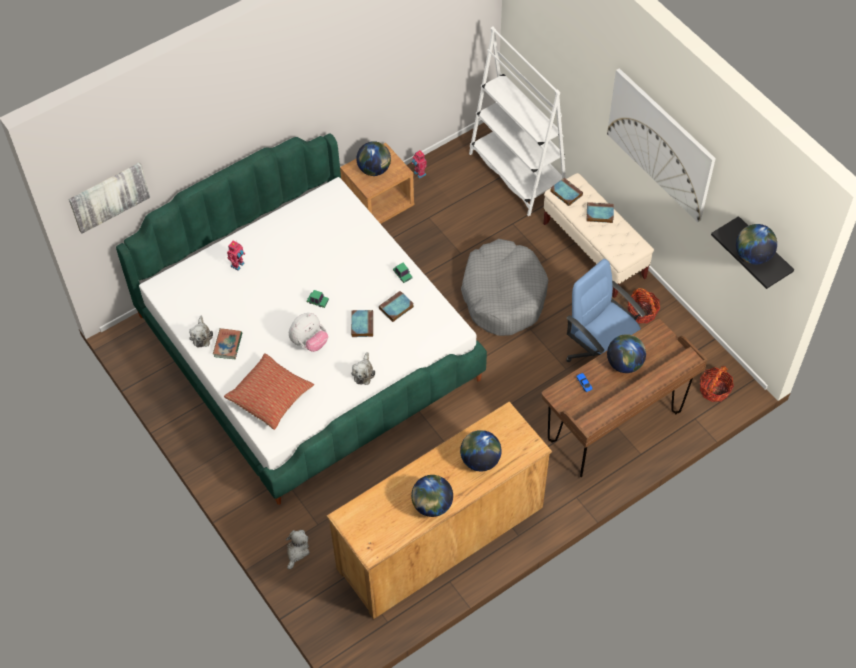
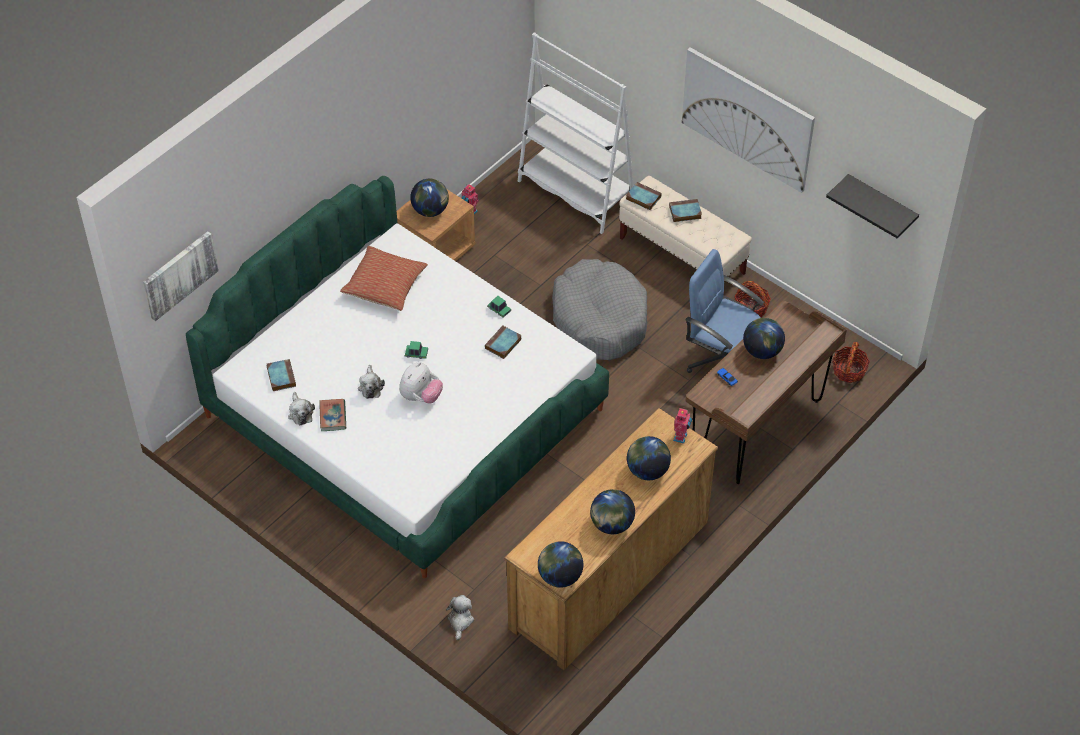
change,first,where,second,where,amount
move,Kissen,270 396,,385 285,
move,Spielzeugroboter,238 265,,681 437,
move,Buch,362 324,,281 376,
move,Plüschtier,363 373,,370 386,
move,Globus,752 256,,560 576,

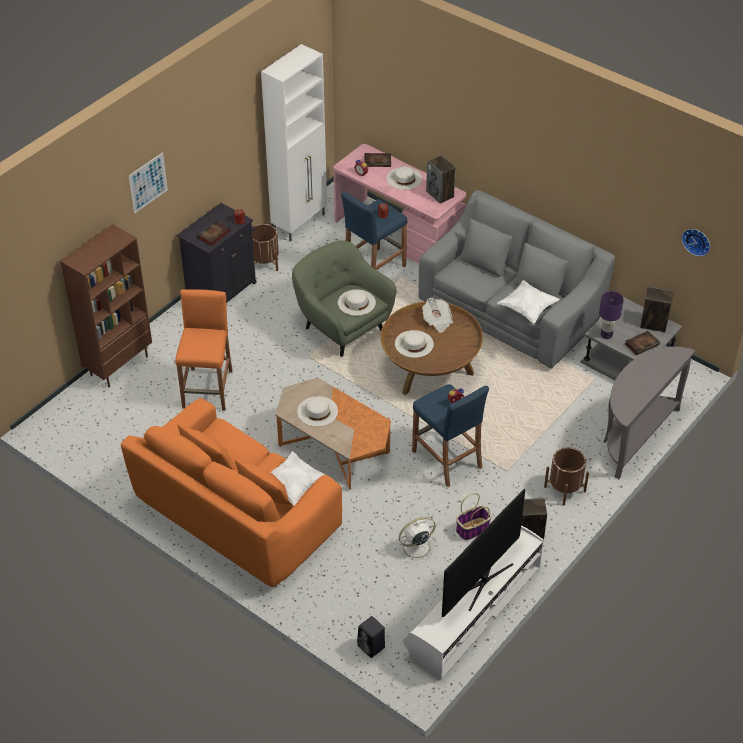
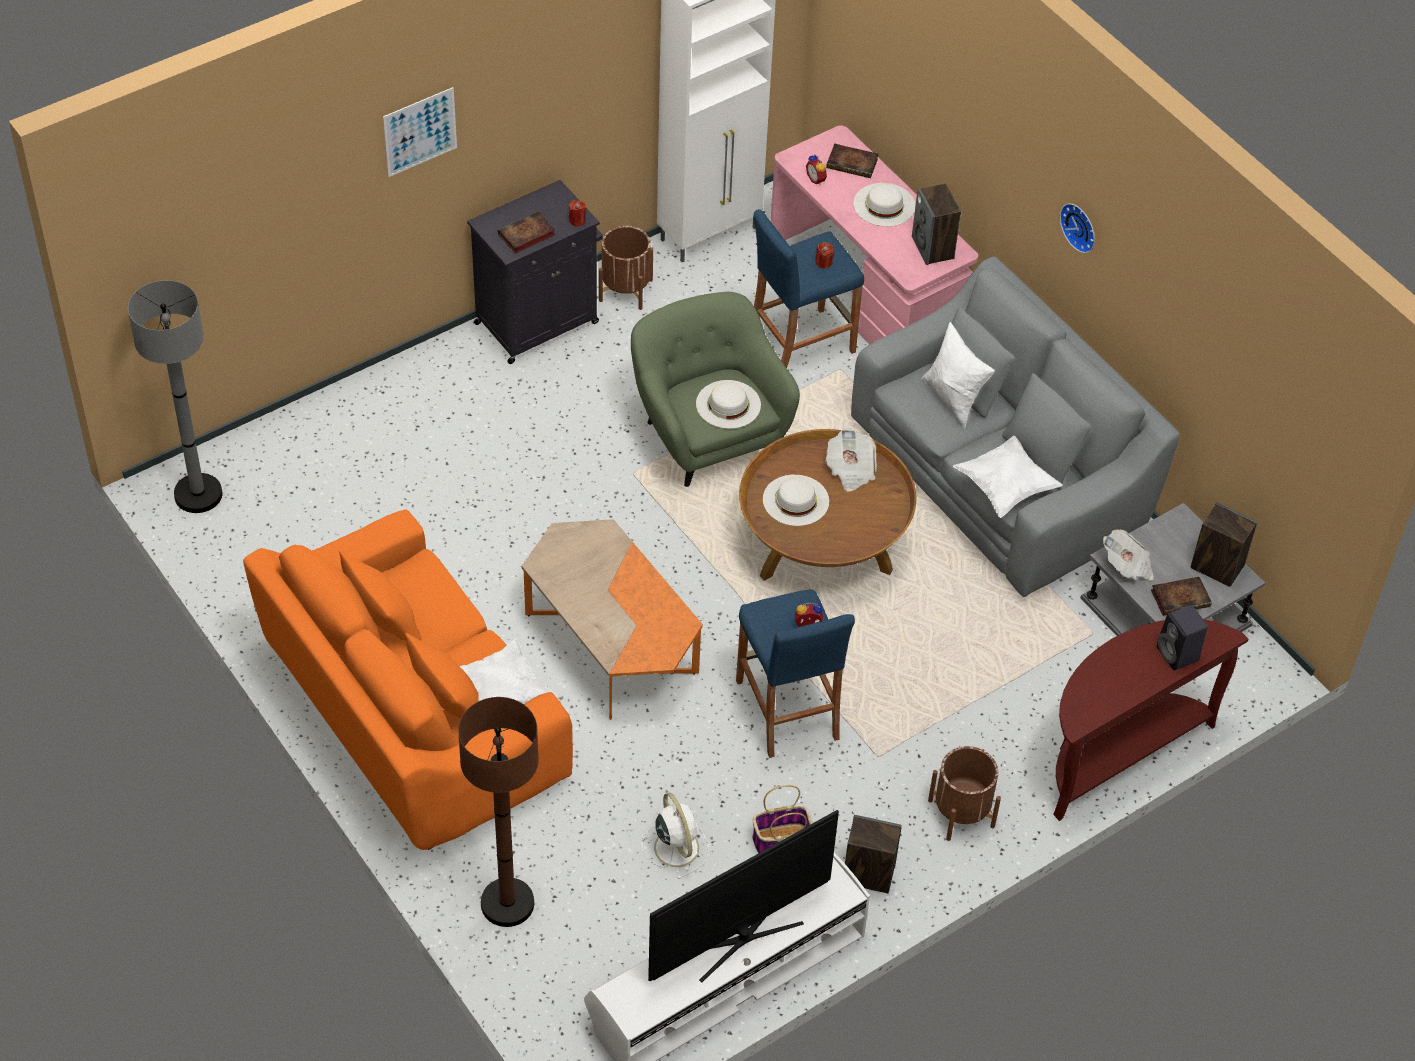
change,first,where,second,where,amount
delete,Bücherregal (braun),119 365,,,
delete,Hocker (orange),208 389,,,
delete,Hut (weiß),317 411,,,
insert,,,Stehlampe (grau),198 494,
insert,,,Stehlampe (braun),507 903,
insert,,,Kissen (weiß),953 399,
move,Lautsprecher (schwarz),372 647,,1178 655,
move,Wanduhr,697 241,,1080 226,
replace,Tischlampe (lila),606 335,Zeitung,1127 566,
recolor,Konsolentisch (grau),635 436,Konsolentisch (braun),1118 752,
rotate,Ventilator (weiß),415 547,,675 846,75 degrees clockwise

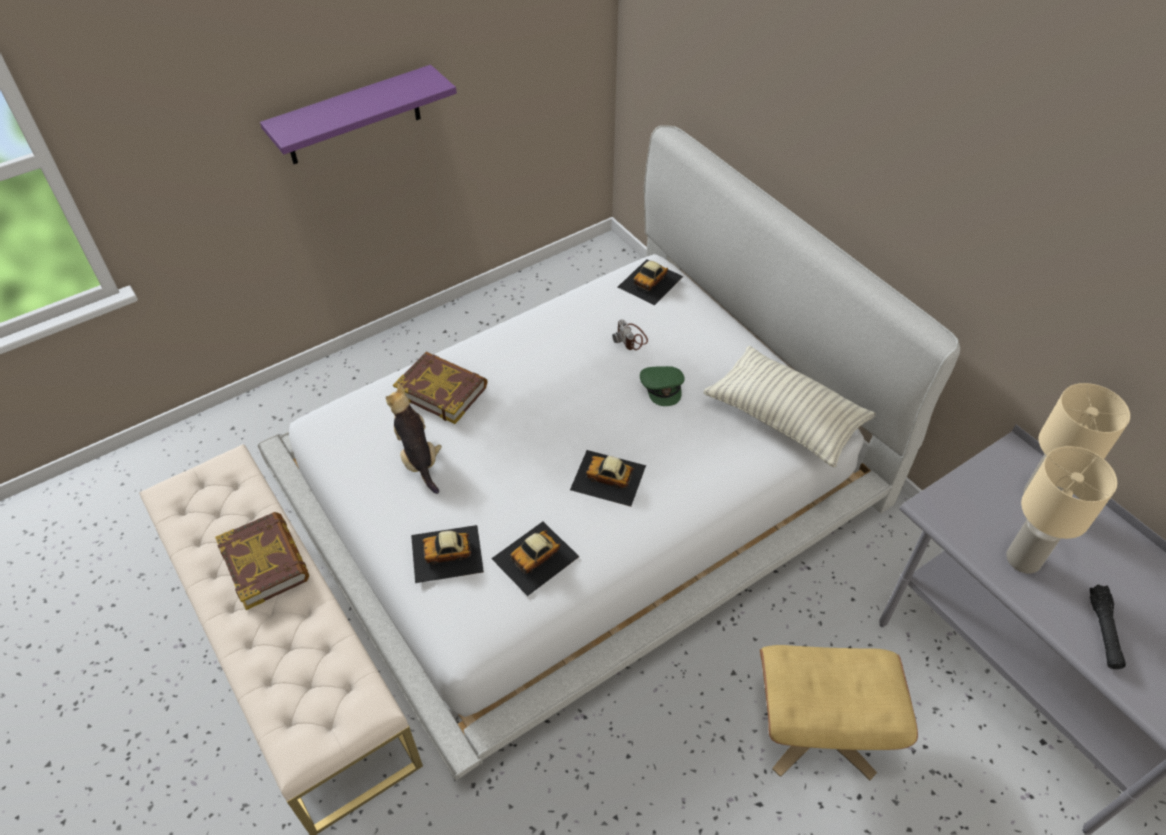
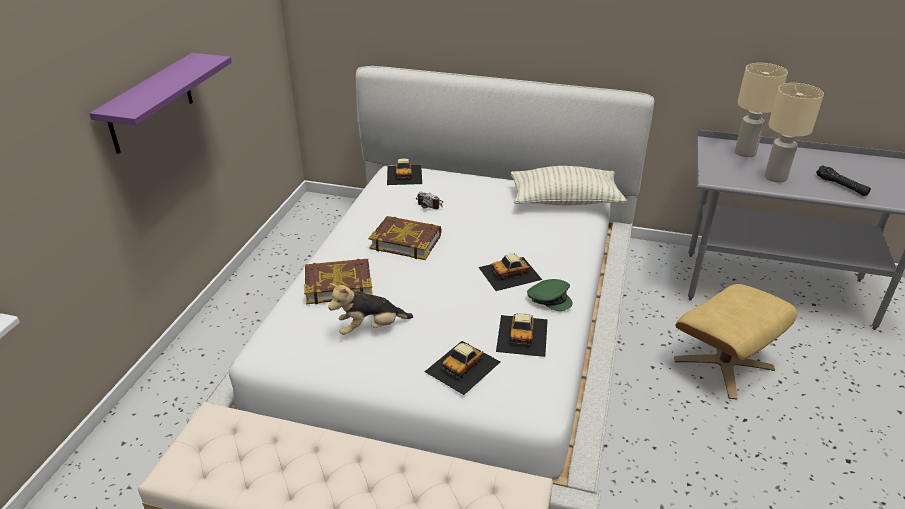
change,first,where,second,where,amount
move,Buch,265 563,,406 241,
move,Kappe (grün),662 387,,549 299,
rotate,Plüschtier,418 457,,370 328,45 degrees counterclockwise

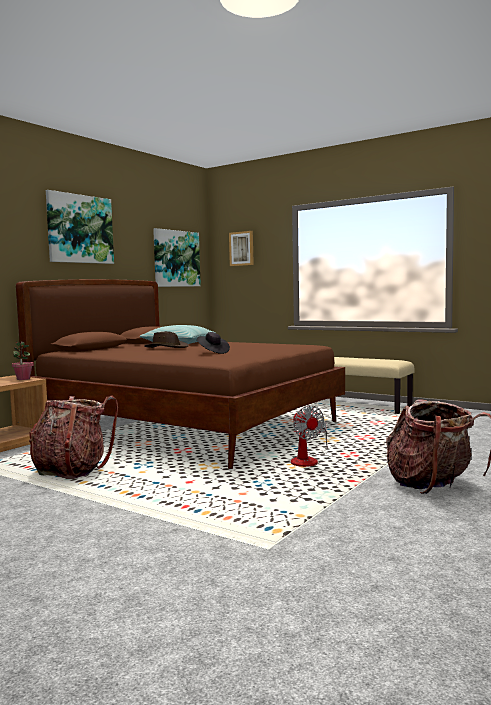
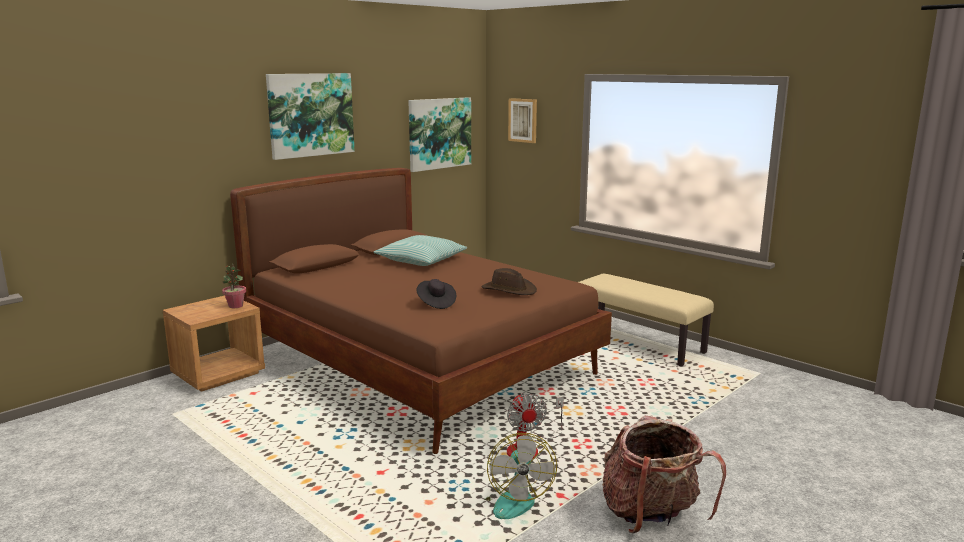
change,first,where,second,where,amount
delete,Rucksack,72 470,,,
insert,,,Ventilator,512 499,
move,Hut (braun),166 347,,509 290,

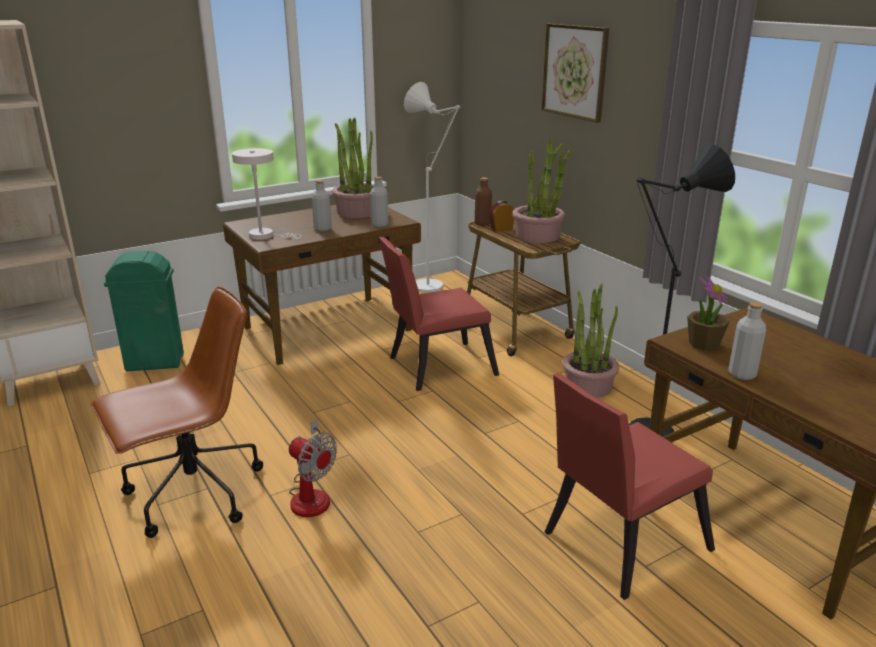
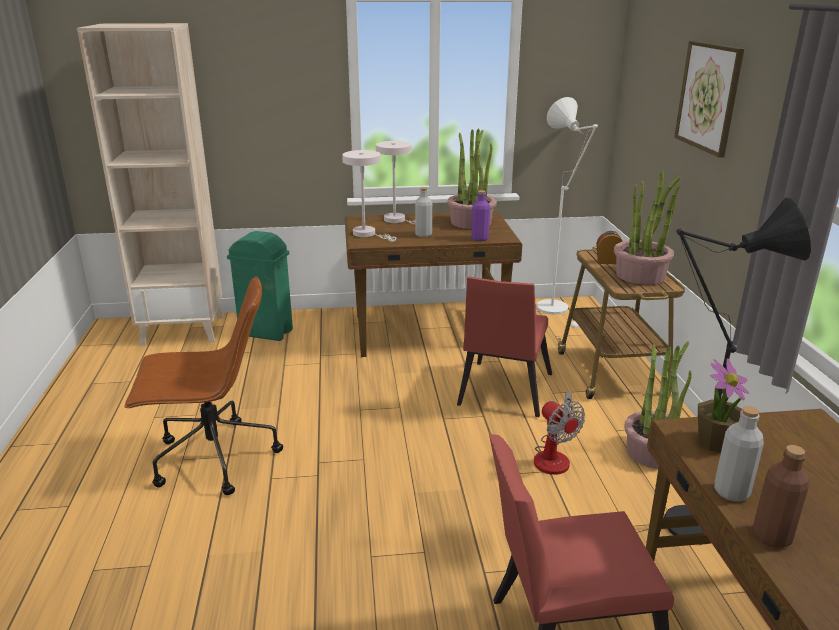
change,first,where,second,where,amount
insert,,,Tischlampe (weiß),398 220,
move,Ventilator,312 494,,554 455,
move,Flasche (braun),482 223,,771 536,
recolor,Flasche (grau),379 225,Flasche (lila),480 238,
rotate,Stuhl (rot),435 367,,502 392,75 degrees counterclockwise

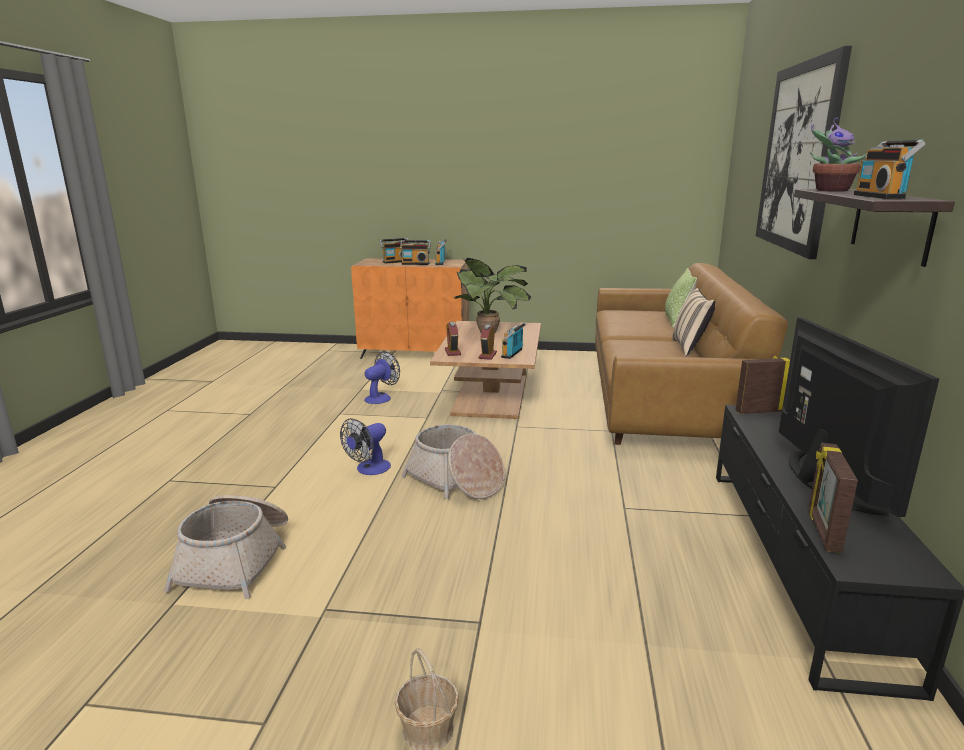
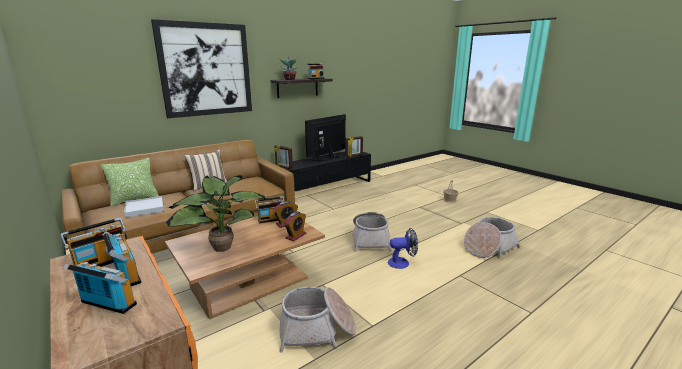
change,first,where,second,where,amount
insert,,,Tablett (weiß),145 208,
replace,Ventilator,381 397,Korb,317 330,

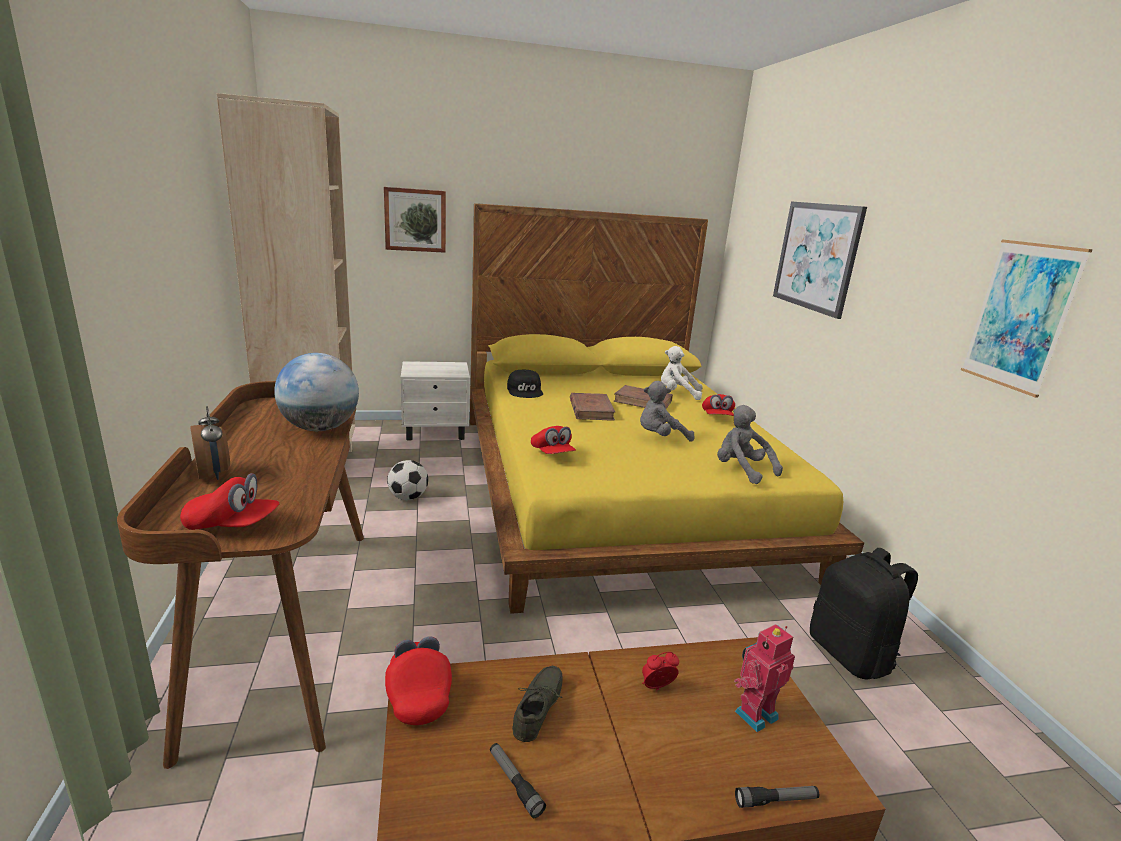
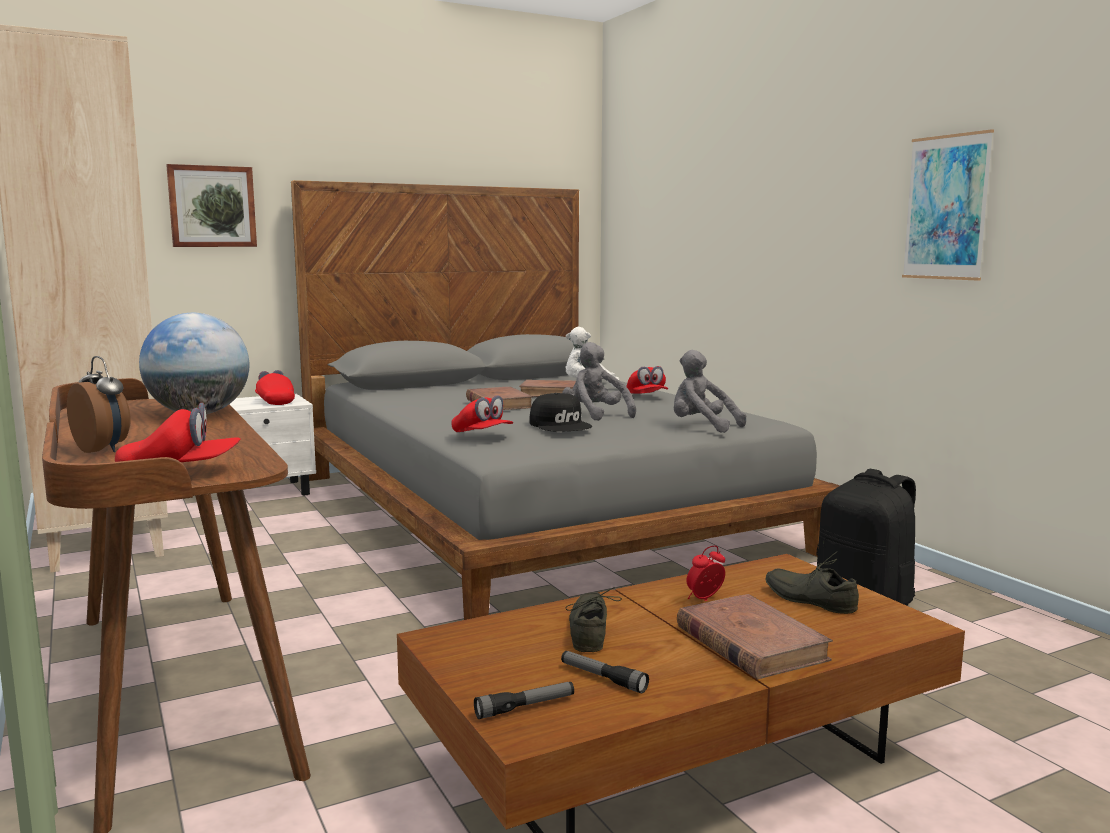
change,first,where,second,where,amount
delete,Fußball,408 497,,,
delete,Bild,816 256,,,
insert,,,Buch (braun),750 643,
move,Kappe (rot),418 693,,275 401,
move,Kappe (schwarz),525 391,,561 425,
move,Taschenlampe,776 800,,525 707,
replace,Spielzeugroboter,754 713,Schuh (grau),811 598,
recolor,Bett (gelb),617 488,Bett (grau),537 511,
rotate,Plüschtier (grau),660 437,,595 415,90 degrees clockwise

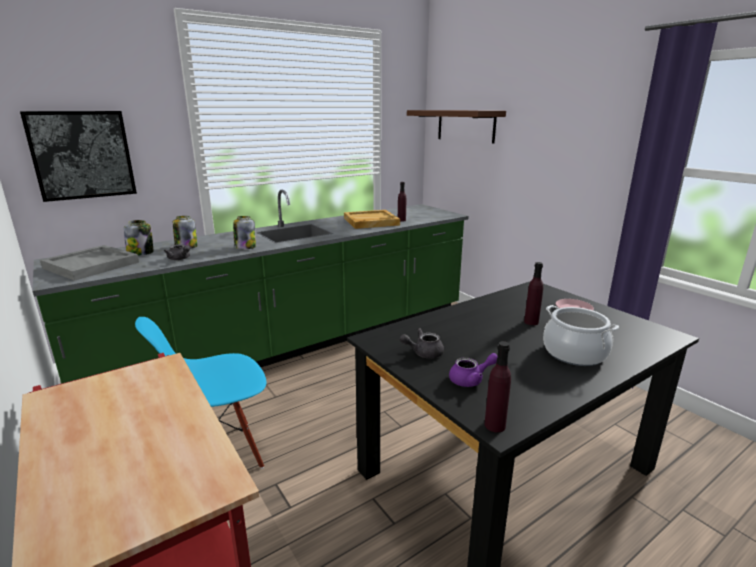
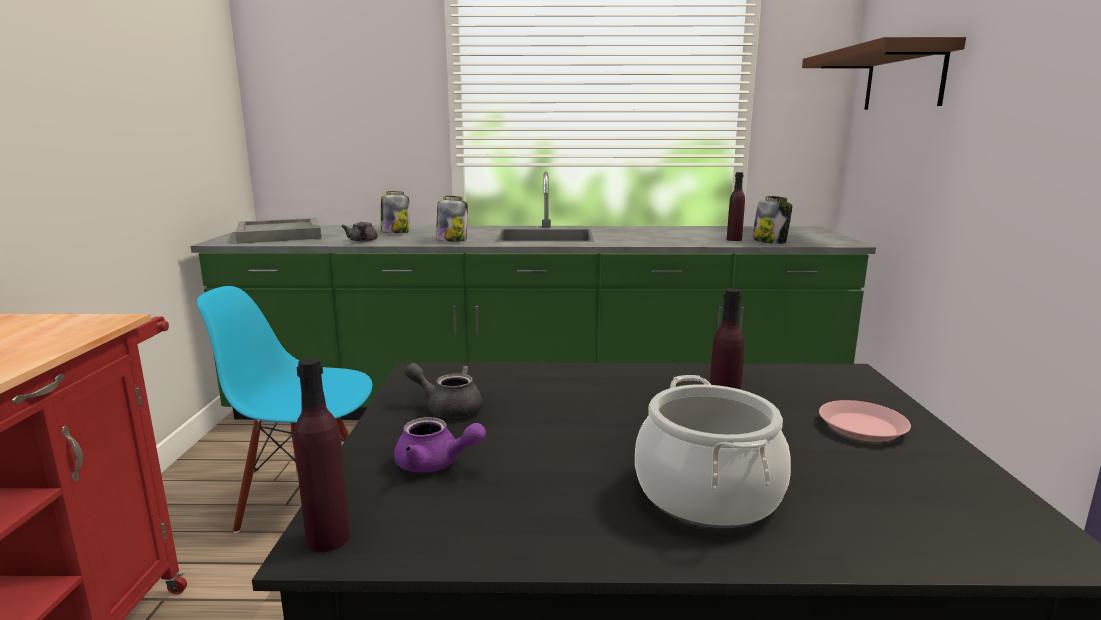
change,first,where,second,where,amount
delete,Bild,82 155,,,
delete,Tablett (beige),370 222,,,
move,Vorratsglas,141 253,,769 241,

